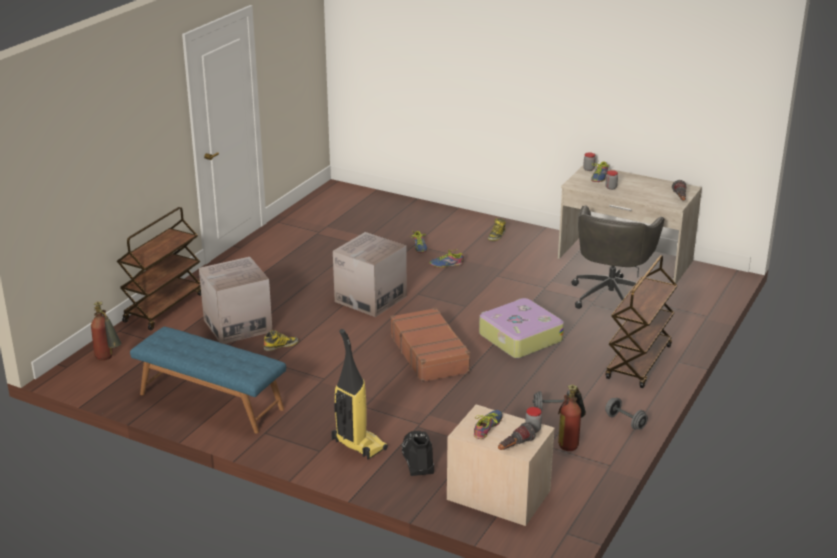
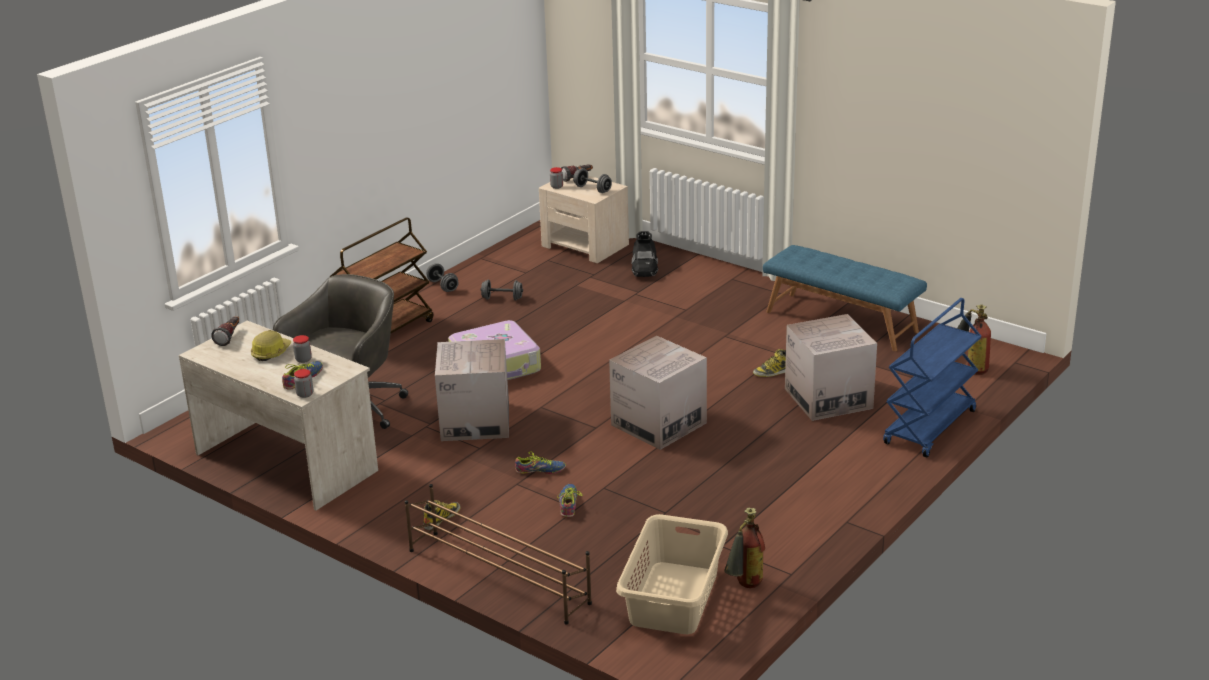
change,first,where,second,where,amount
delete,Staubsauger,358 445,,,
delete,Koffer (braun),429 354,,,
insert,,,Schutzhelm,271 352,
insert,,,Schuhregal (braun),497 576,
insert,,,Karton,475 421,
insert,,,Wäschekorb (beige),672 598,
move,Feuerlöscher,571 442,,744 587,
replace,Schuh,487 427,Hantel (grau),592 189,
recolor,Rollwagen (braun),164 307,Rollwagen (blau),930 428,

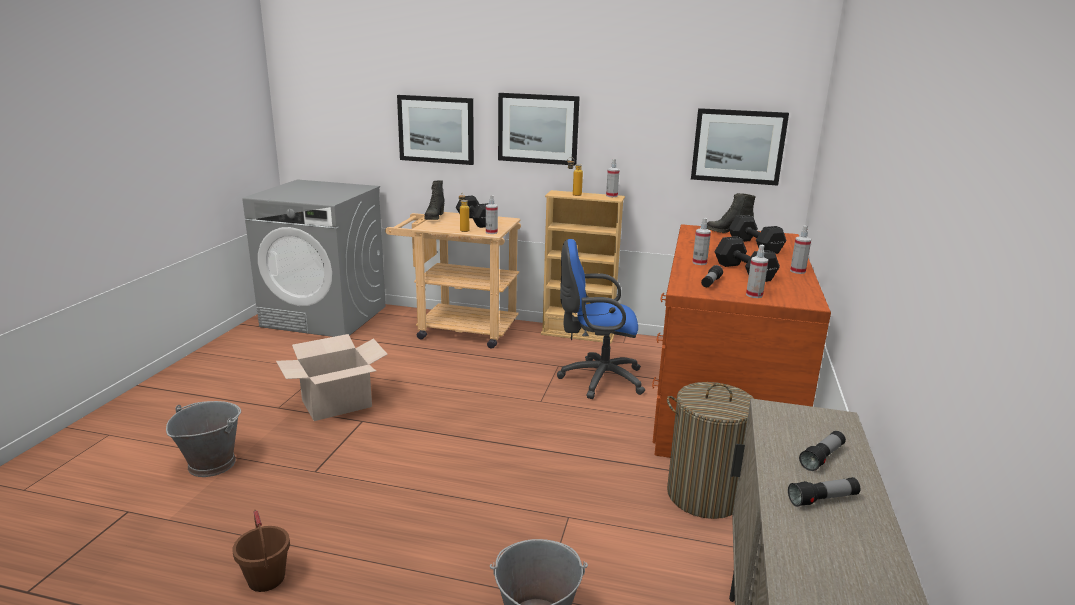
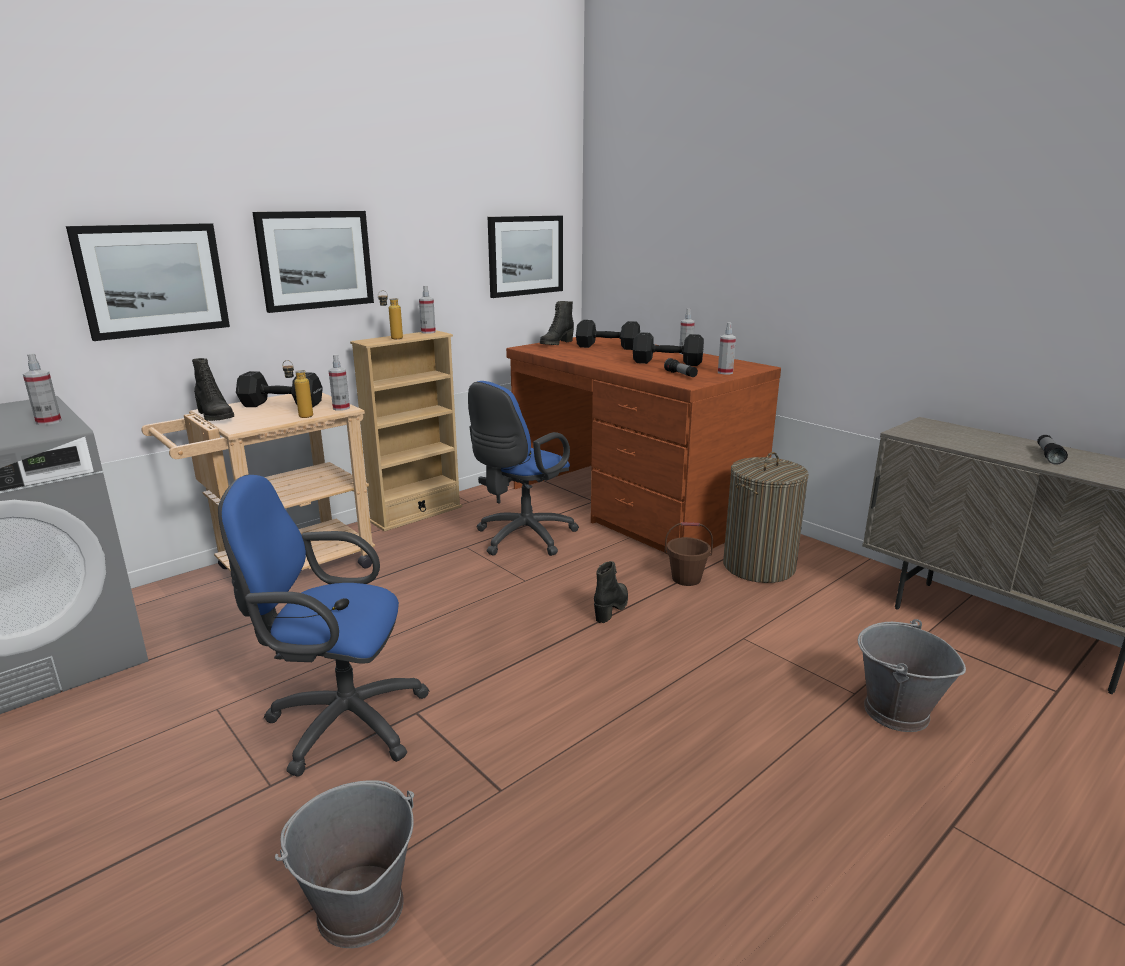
change,first,where,second,where,amount
delete,Taschenlampe,822 458,,,
insert,,,Stiefel (schwarz),612 608,
move,Eimer (braun),266 579,,686 579,
move,Sprühflasche,699 263,,49 422,
replace,Karton,337 403,Bürostuhl (blau),339 722,

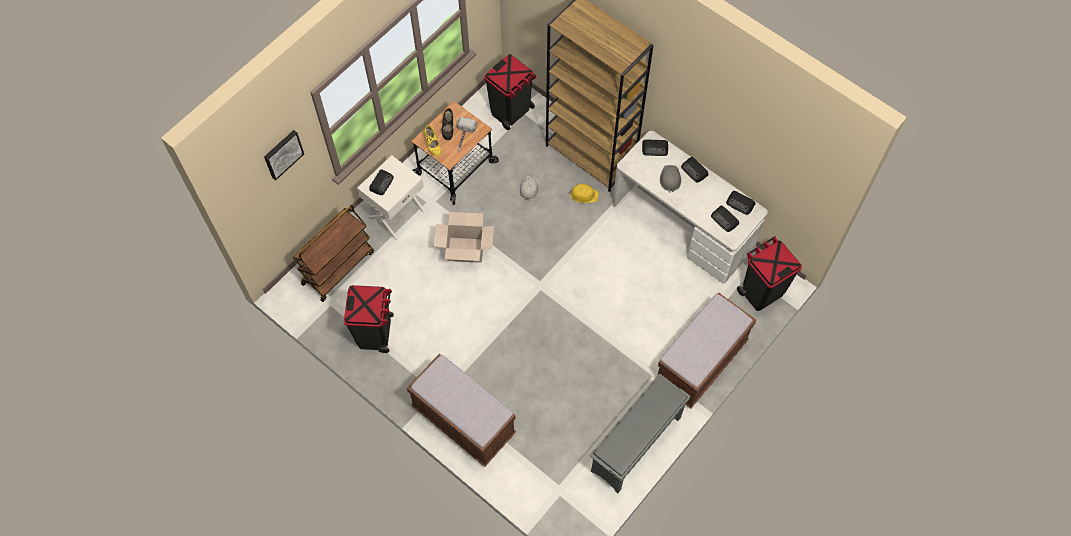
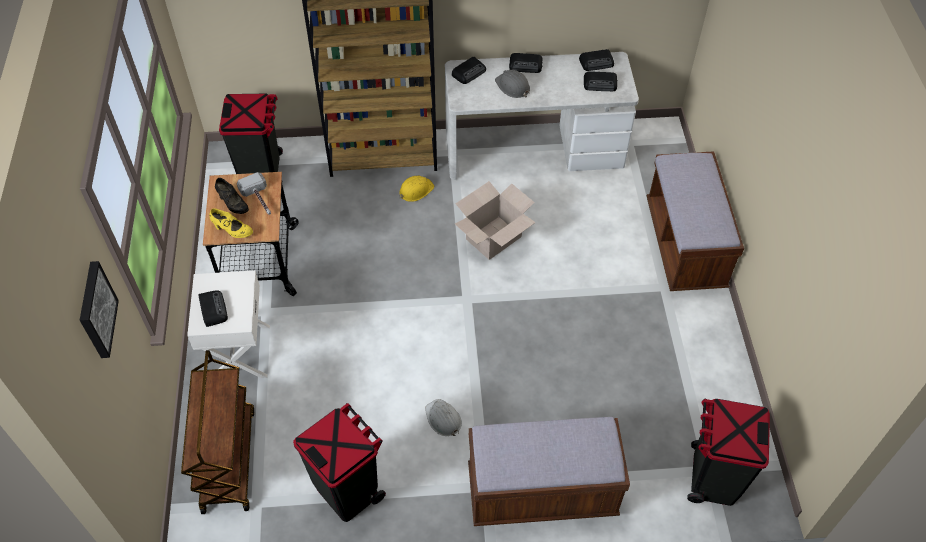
change,first,where,second,where,amount
delete,Schuhregal (grau),636 445,,,
move,Karton,466 249,,493 237,
move,Schutzhelm (weiß),529 189,,443 419,
move,Mülleimer (schwarz),761 292,,712 478,

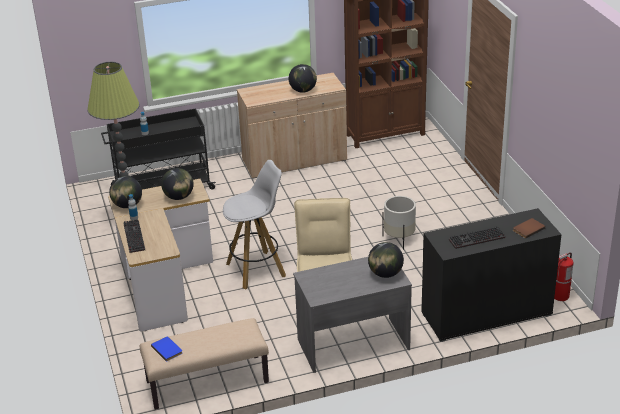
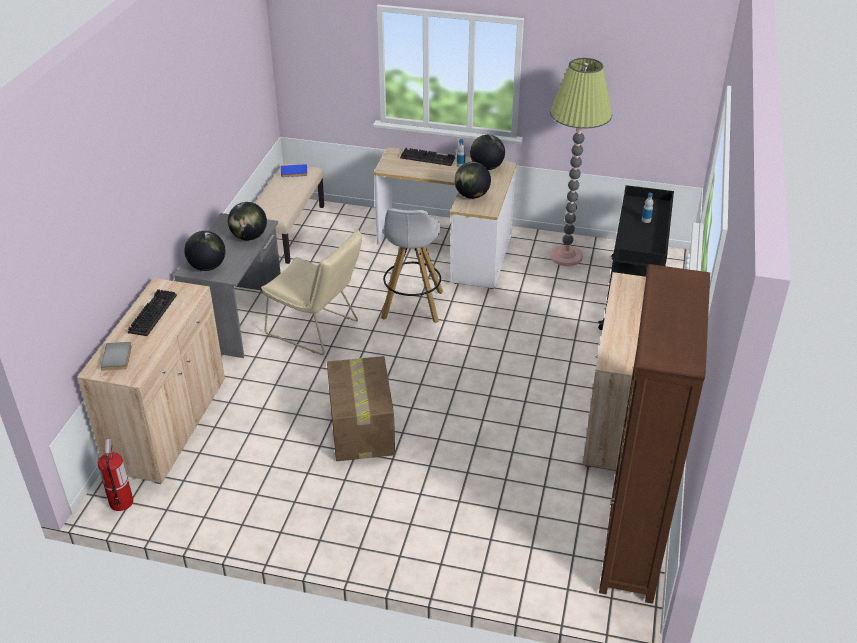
change,first,where,second,where,amount
move,Globus,303 90,,249 237,
replace,Pflanzkübel (weiß),399 239,Karton,361 427,
recolor,Schrank (schwarz),486 314,Schrank (beige),168 425,
recolor,Buch (braun),528 229,Buch (grau),118 357,

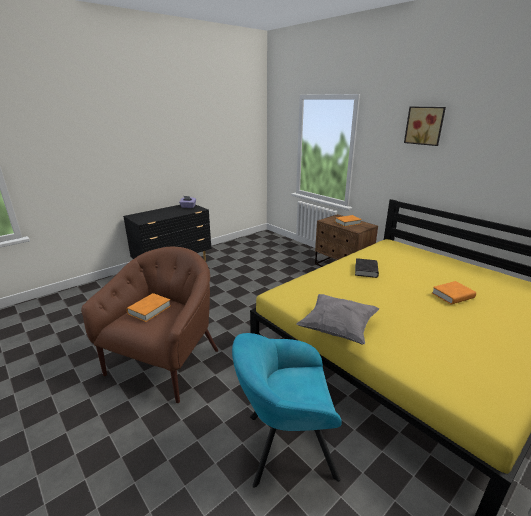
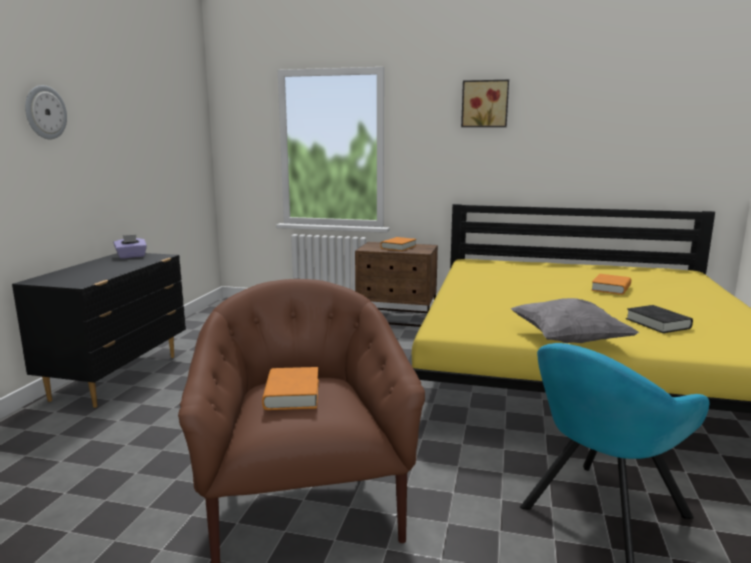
change,first,where,second,where,amount
insert,,,Wanduhr,45 112,
move,Buch (schwarz),366 270,,657 323,

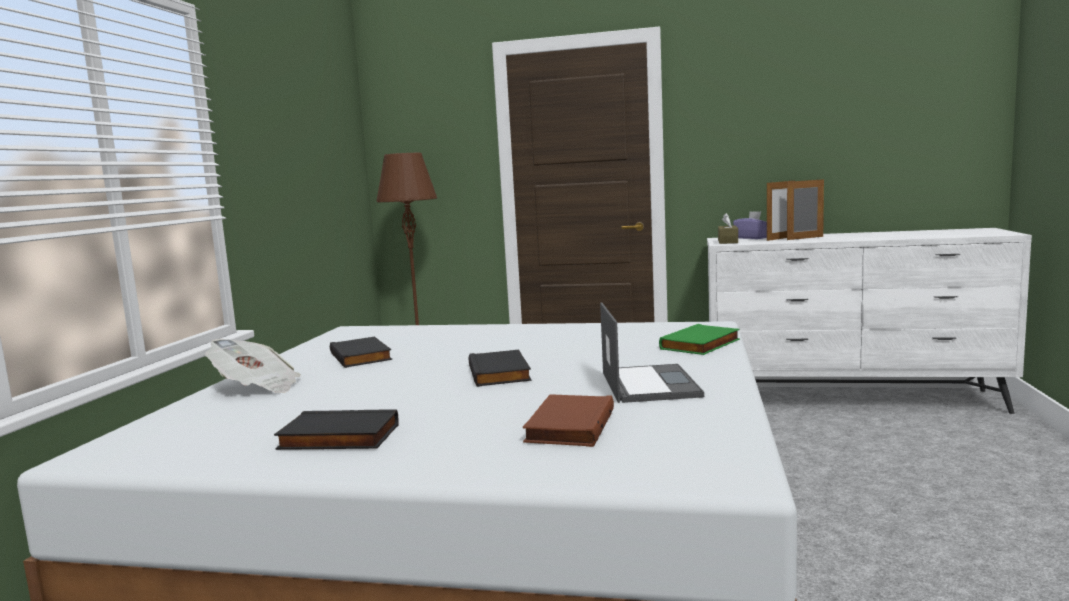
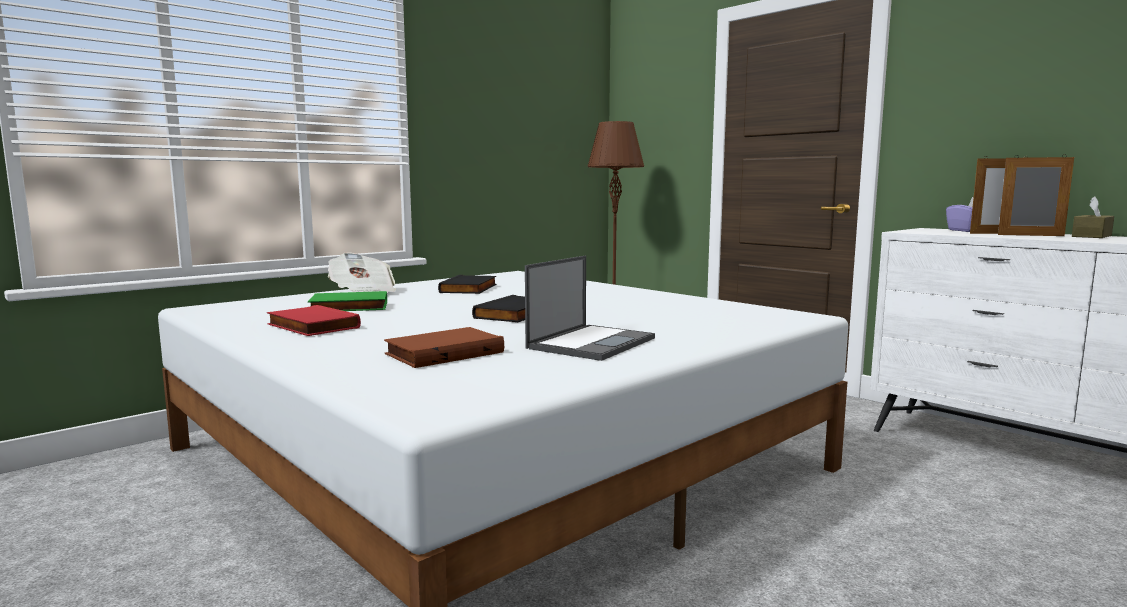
change,first,where,second,where,amount
move,Buch (grün),701 345,,348 307,
move,Taschentuchbox (braun),727 241,,1091 236,
recolor,Buch (schwarz),337 438,Buch (rot),311 326,

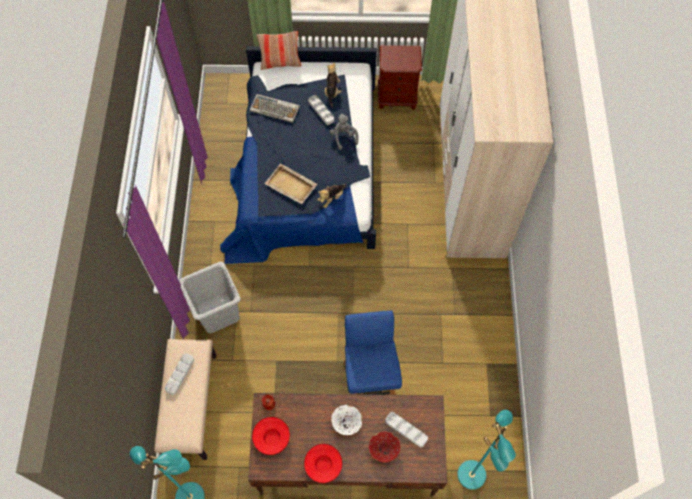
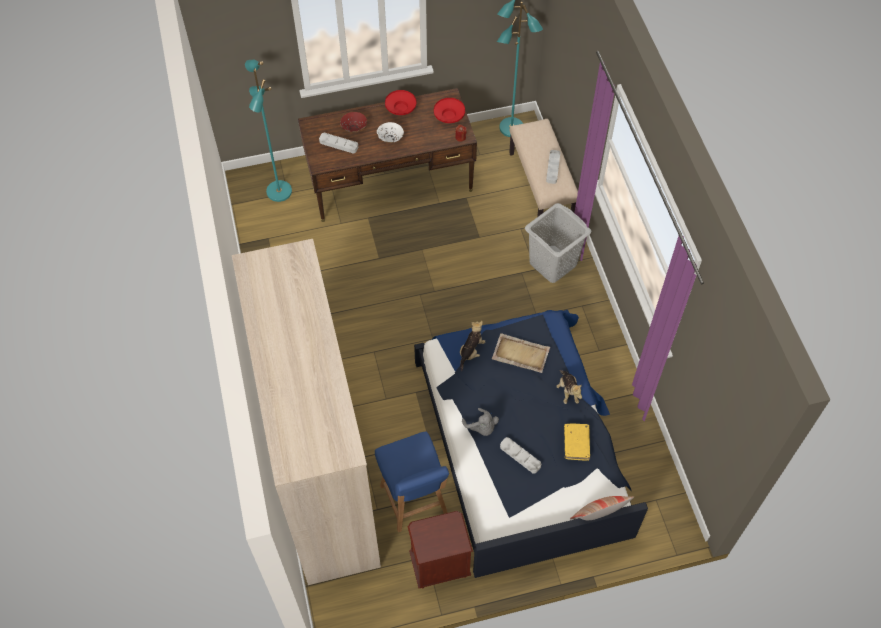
change,first,where,second,where,amount
move,Plüschtier,332 92,,568 391,
move,Stuhl (blau),369 380,,414 501,
replace,Tastatur,275 108,Buch (gelb),576 443,

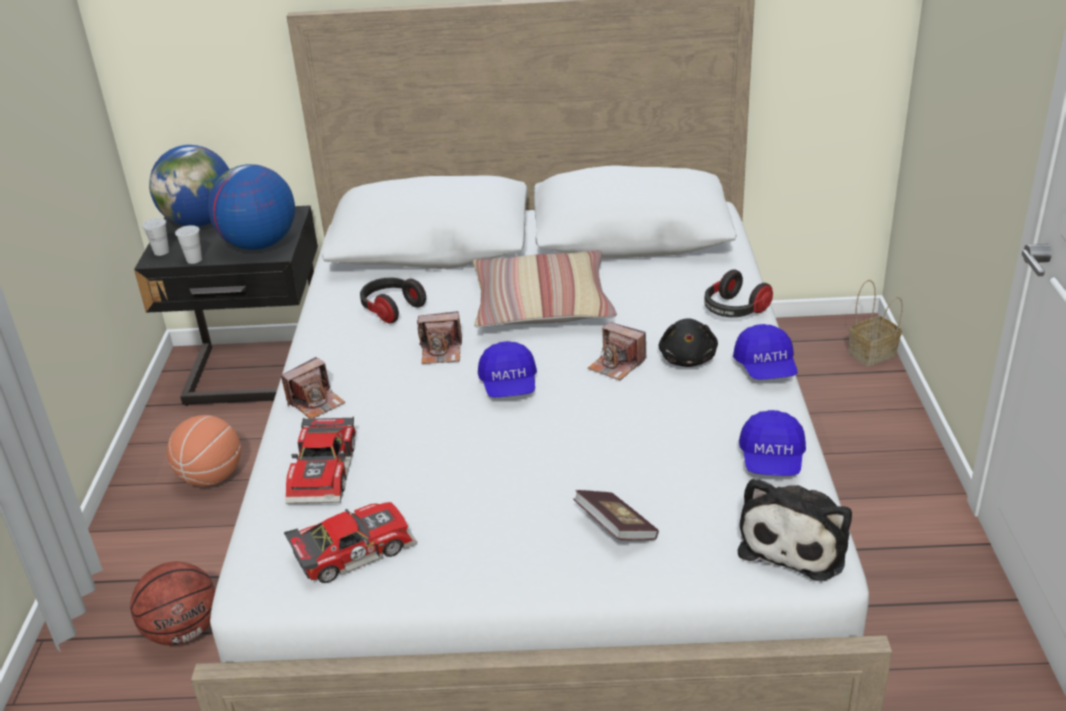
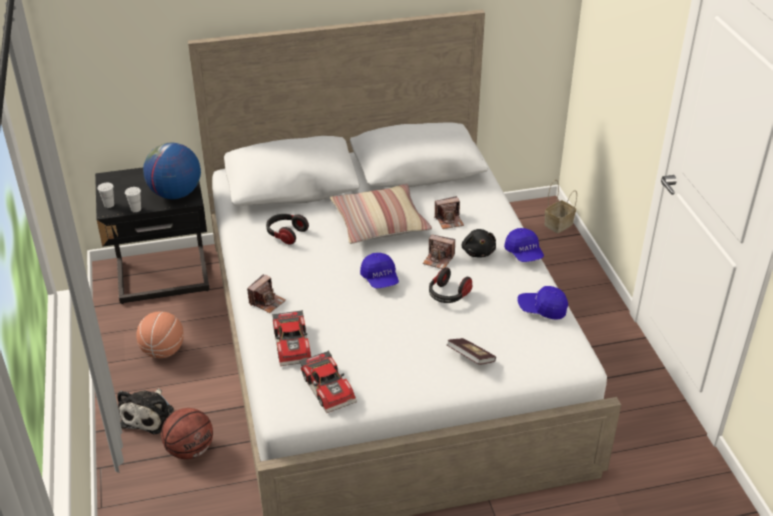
change,first,where,second,where,amount
delete,Globus,201 222,,,
move,Kamera,441 351,,449 220,
move,Kopfhörer,734 310,,448 295,
move,Plüschtier,796 541,,149 415,
rotate,Spielzeugauto,352 549,,329 387,105 degrees clockwise
rotate,Kappe (blau),772 460,,542 309,105 degrees clockwise

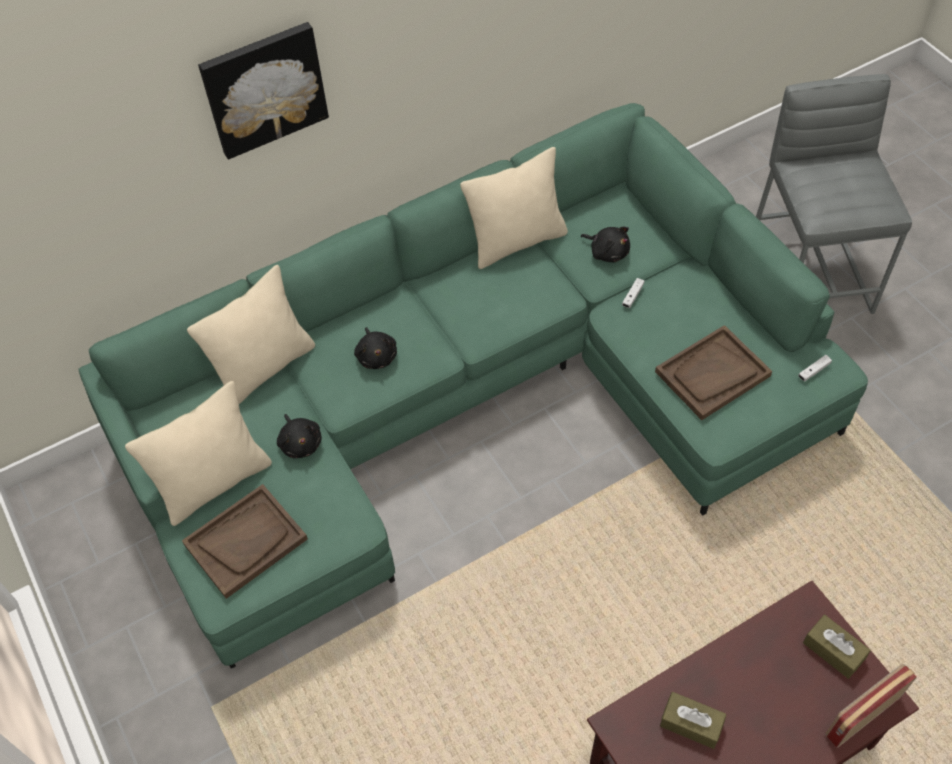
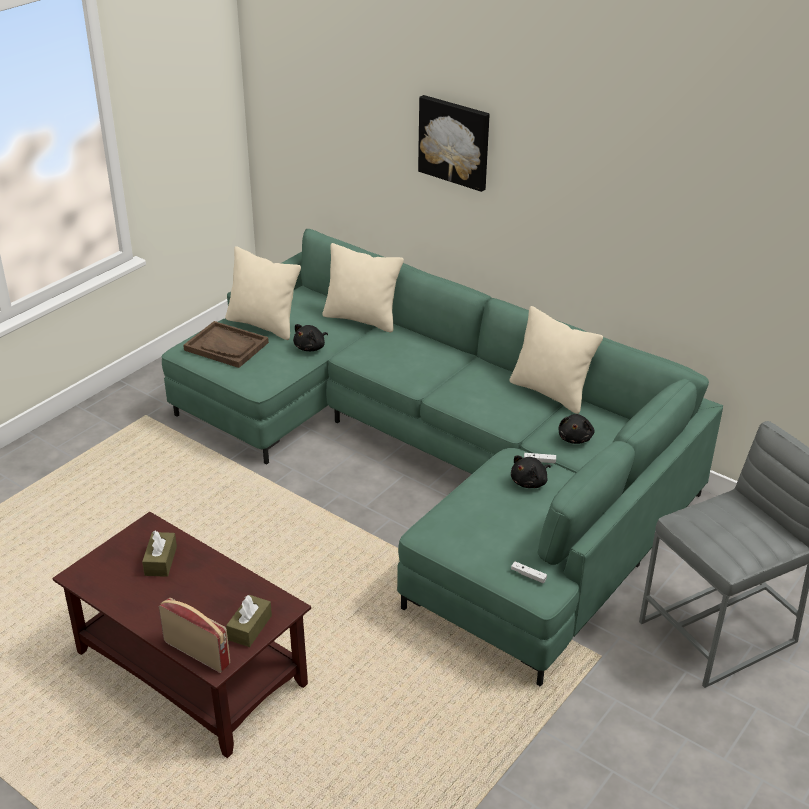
change,first,where,second,where,amount
delete,Tablett (braun),712 374,,,
move,Plüschtier (schwarz),377 356,,530 482,

